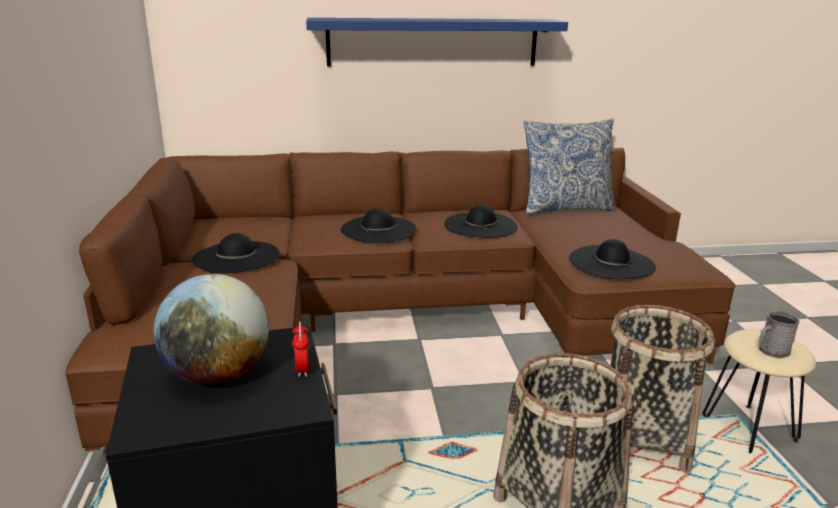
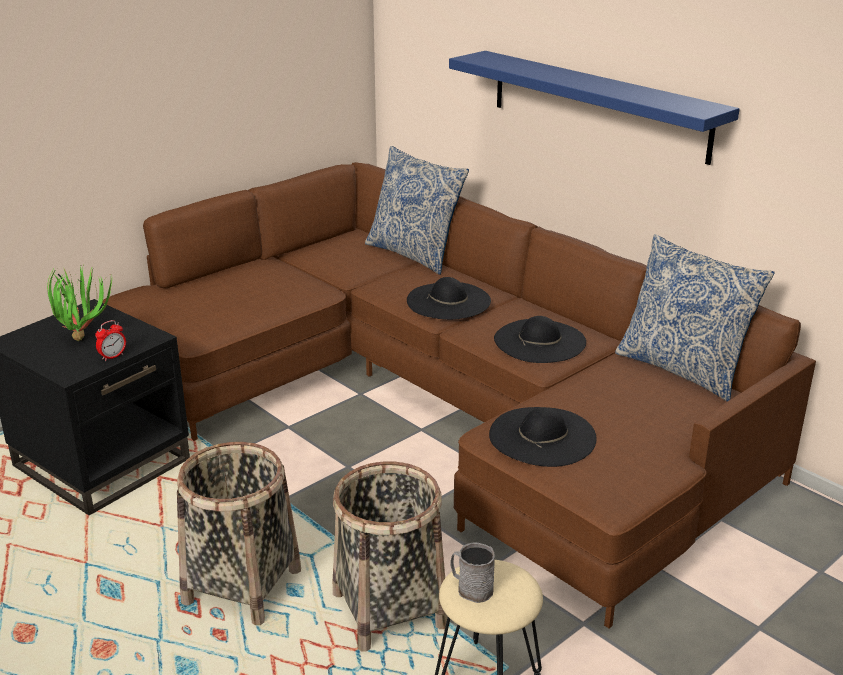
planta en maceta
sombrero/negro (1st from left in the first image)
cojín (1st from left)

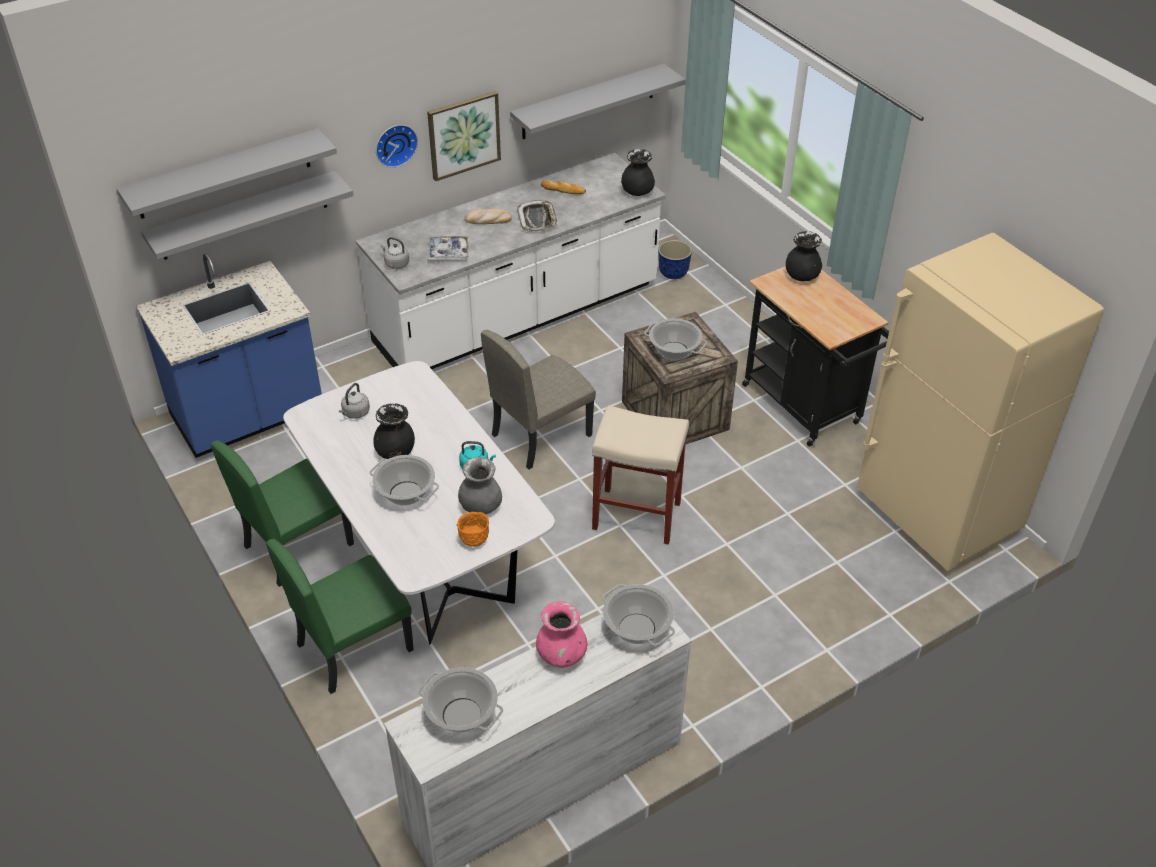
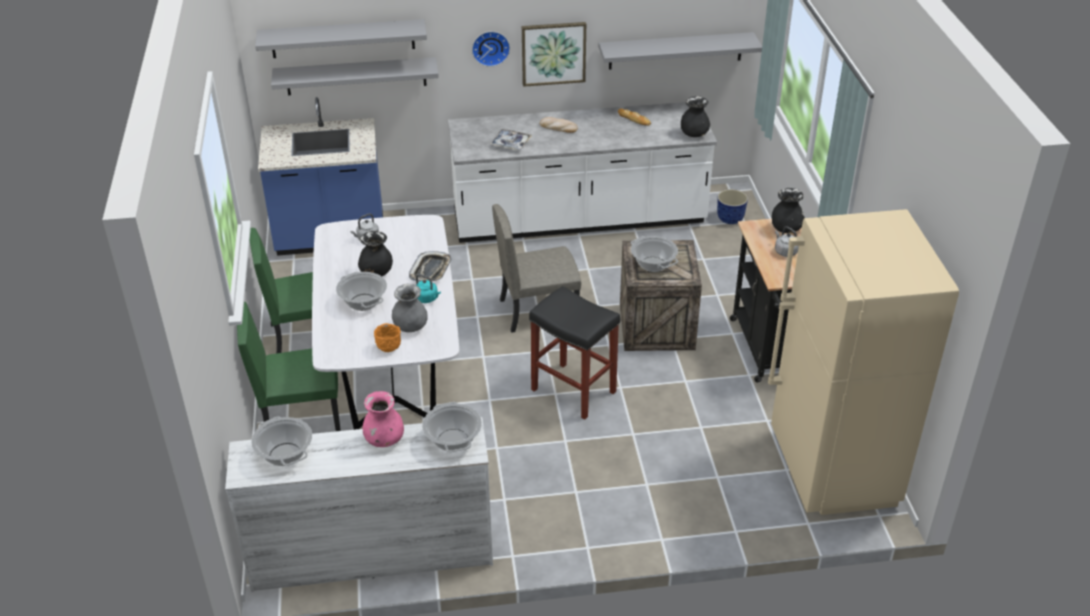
hervidor/gris (2nd from left)
bandeja (1st from left)
taburete/negro

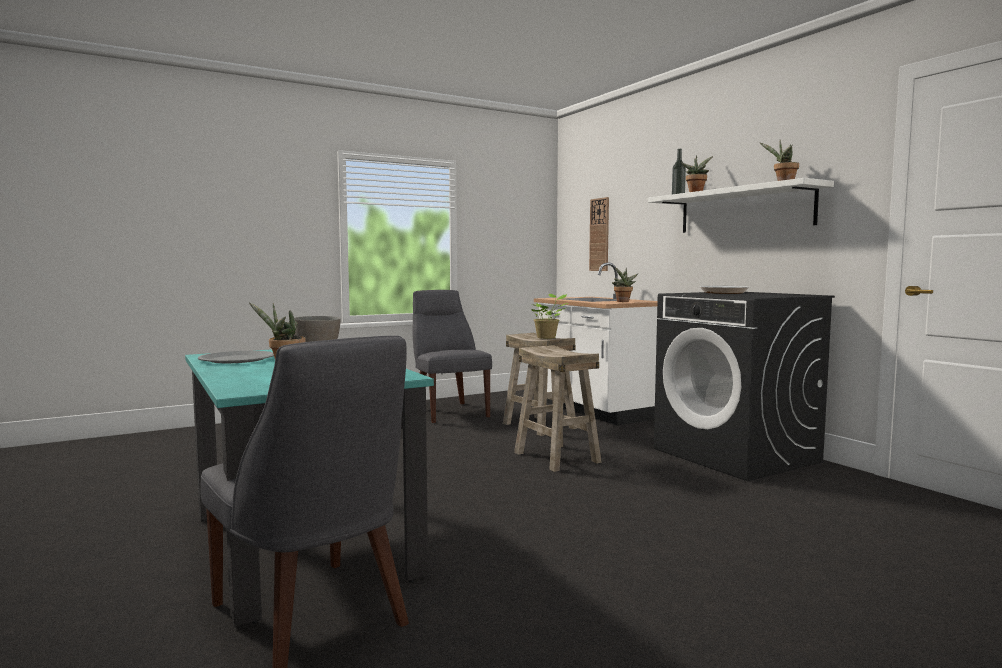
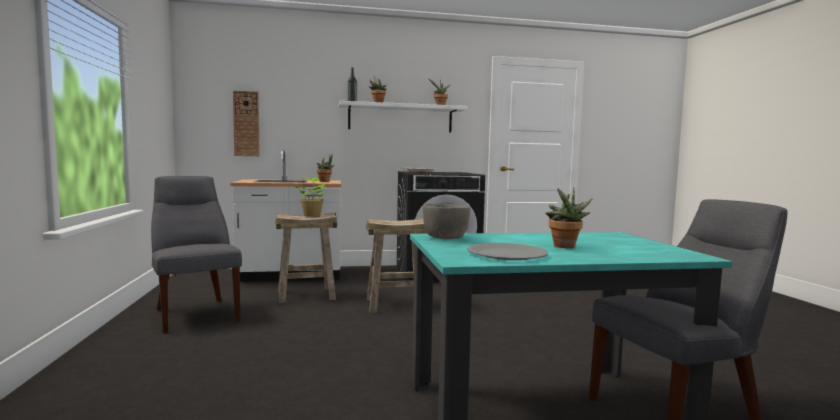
silla/gris (1st from left)

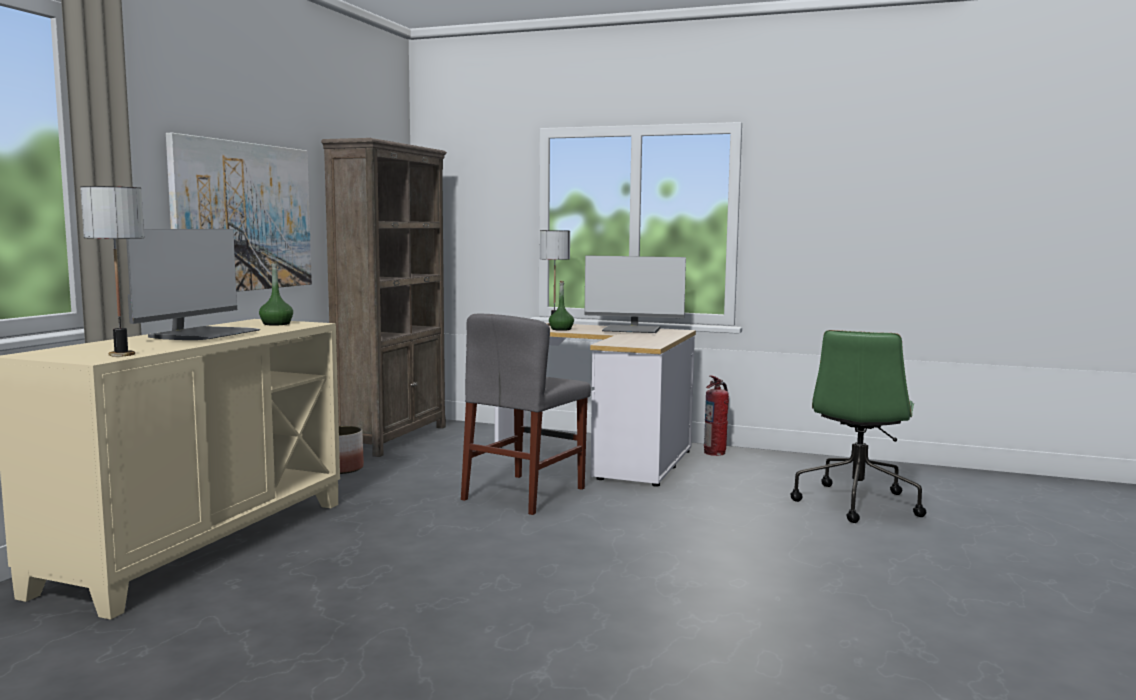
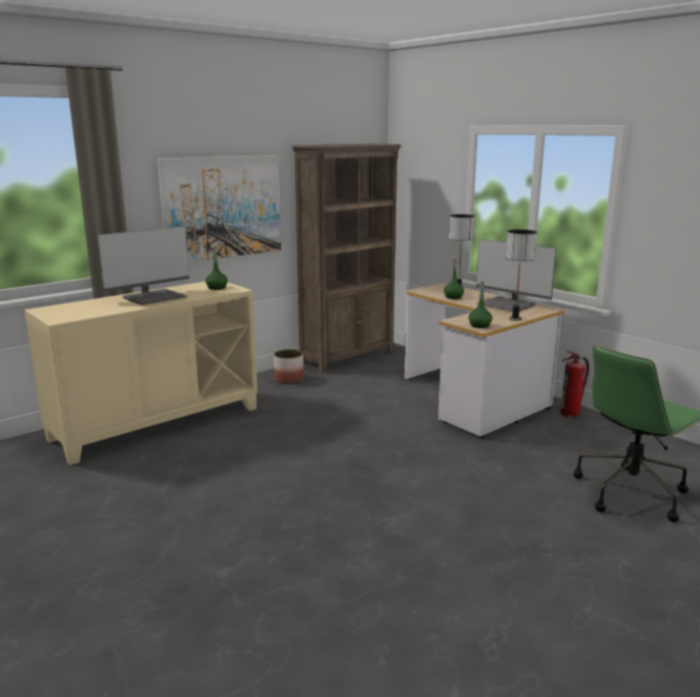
lámpara de mesa (2nd from left)
silla/gris
botella/verde (3rd from left)

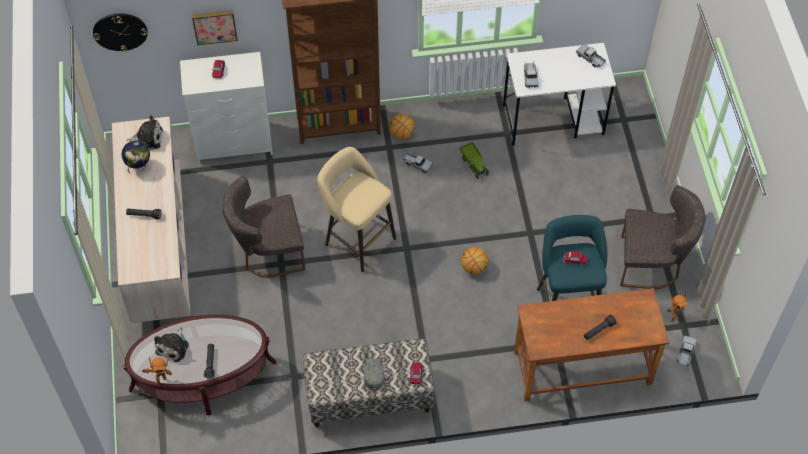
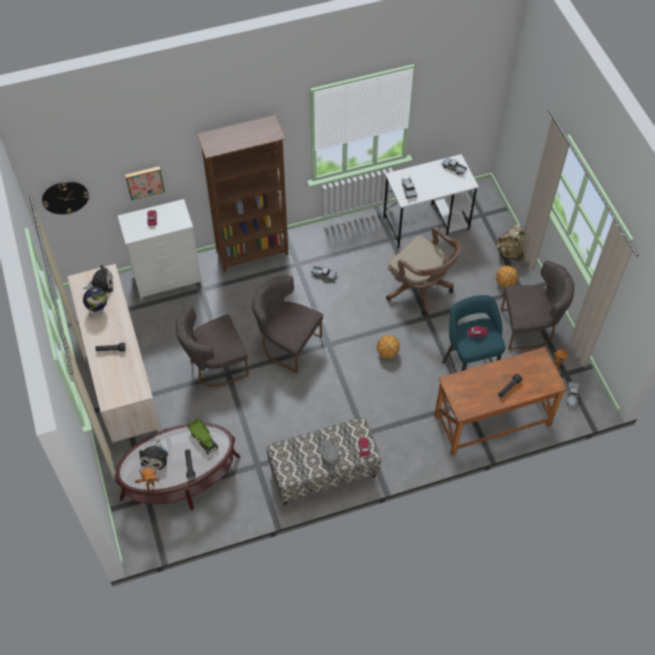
silla/gris (2nd from left)
balón de baloncesto (2nd from left)
camión de juguete (1st from left)
silla de oficina/marrón
mochila/beis

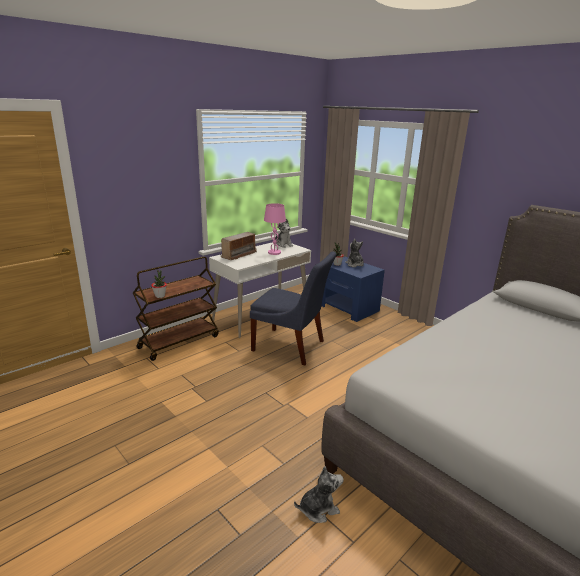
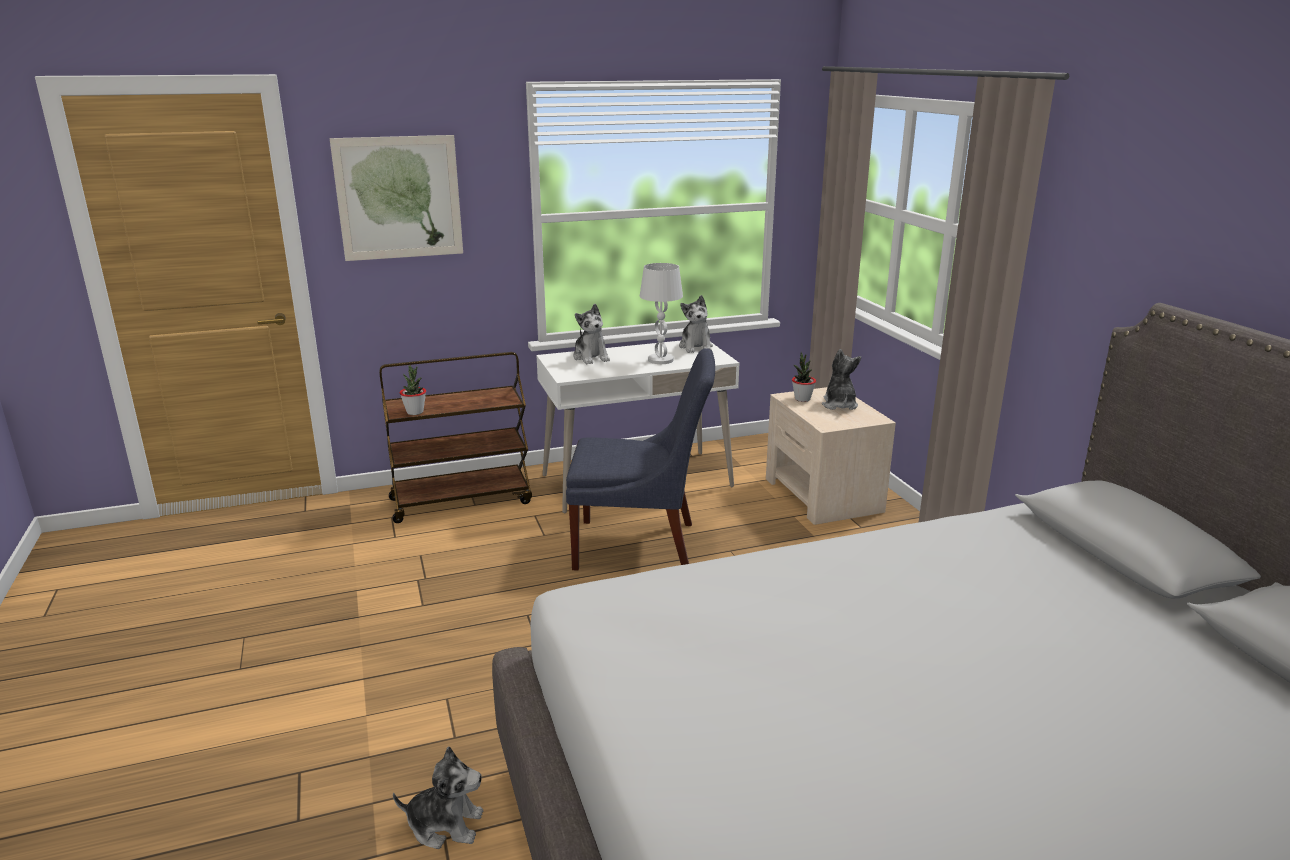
peluche (2nd from left)
silla/azul
lámpara de mesa/blanco
mesita de noche/beis
cuadro

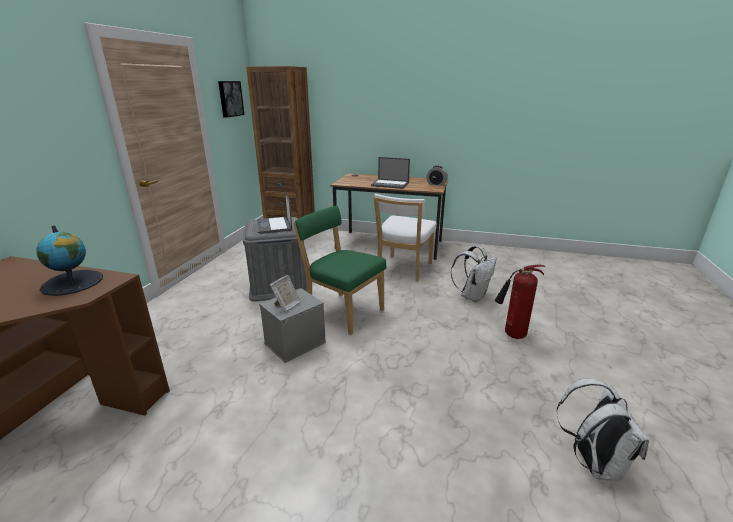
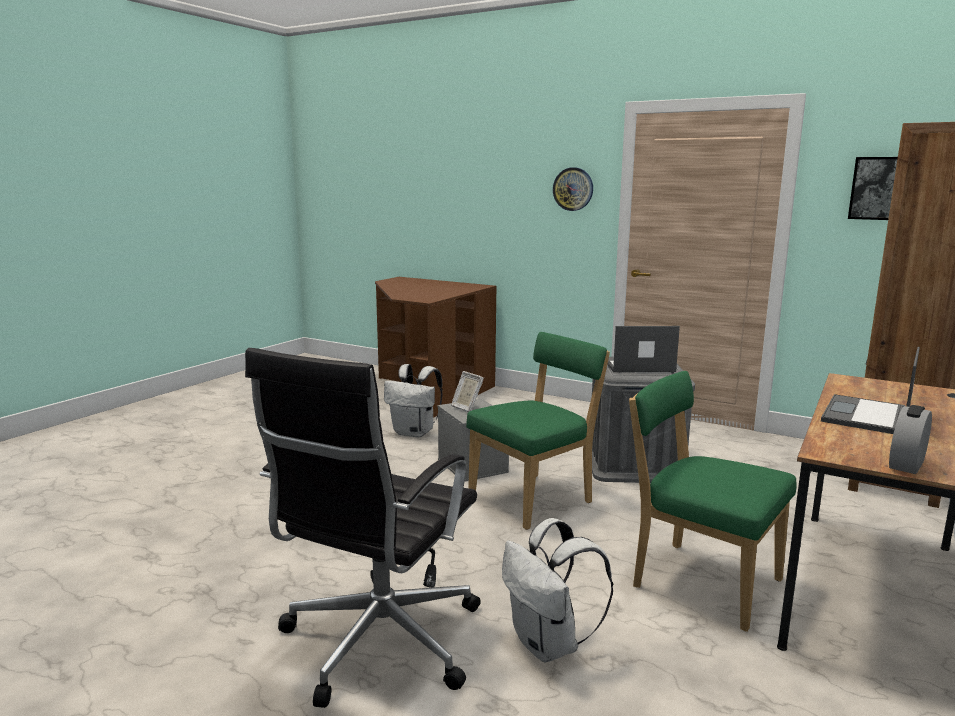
globo terráqueo
silla/verde (2nd from left)
silla de oficina/negro
mochila/blanco (1st from left)
reloj de pared

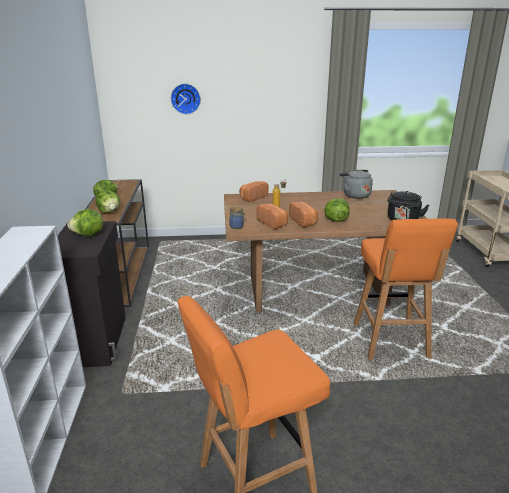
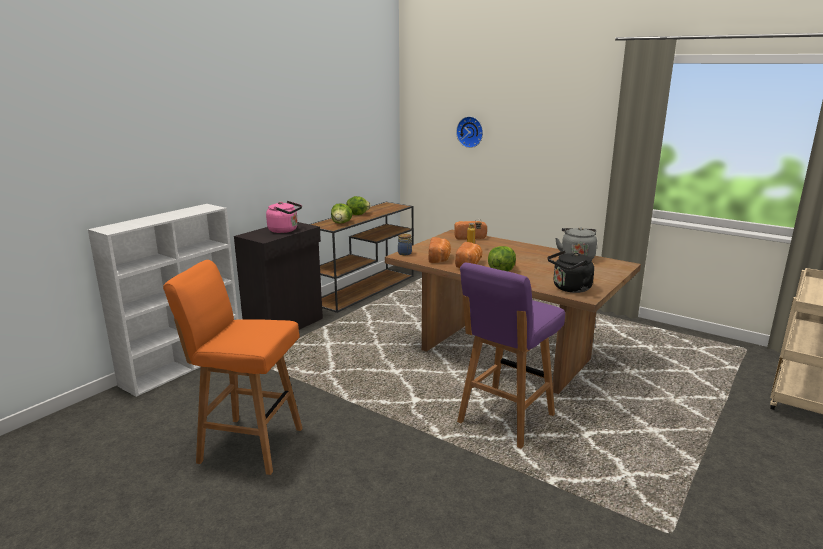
hervidor/rosa
taburete/morado

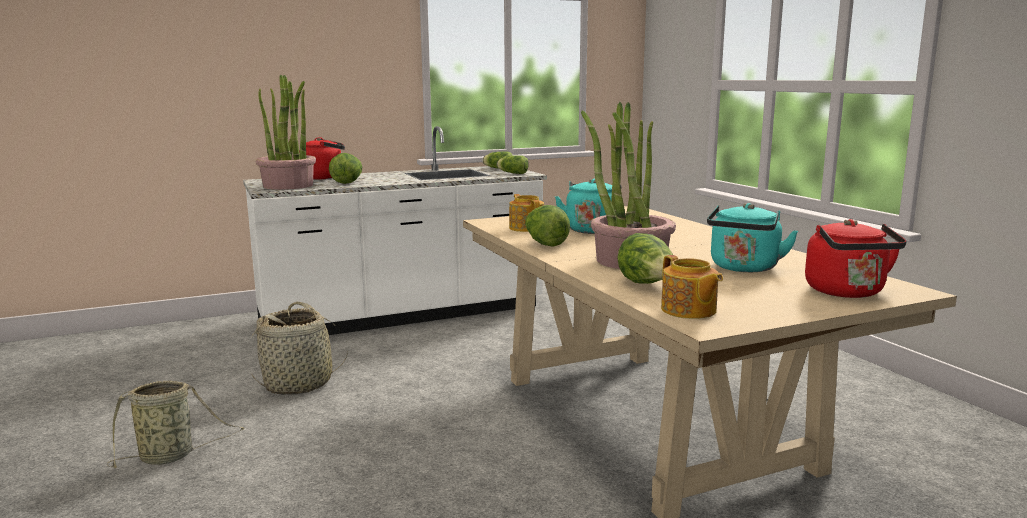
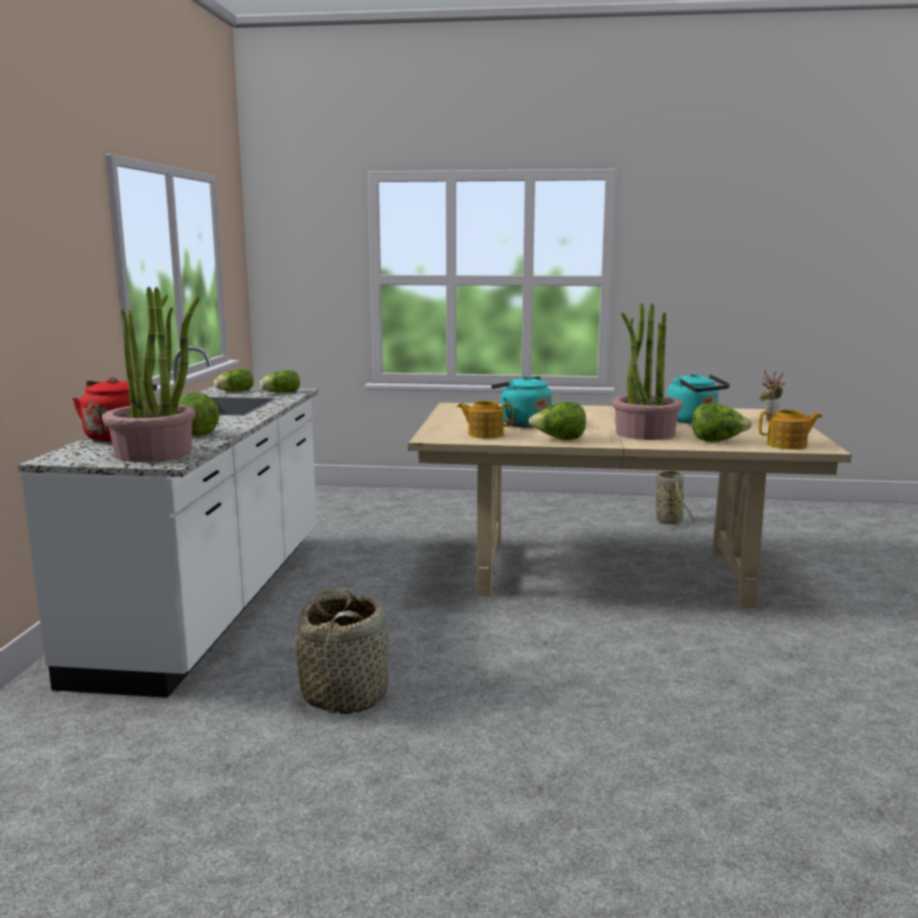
cesta (2nd from left)
planta en maceta (3rd from left)

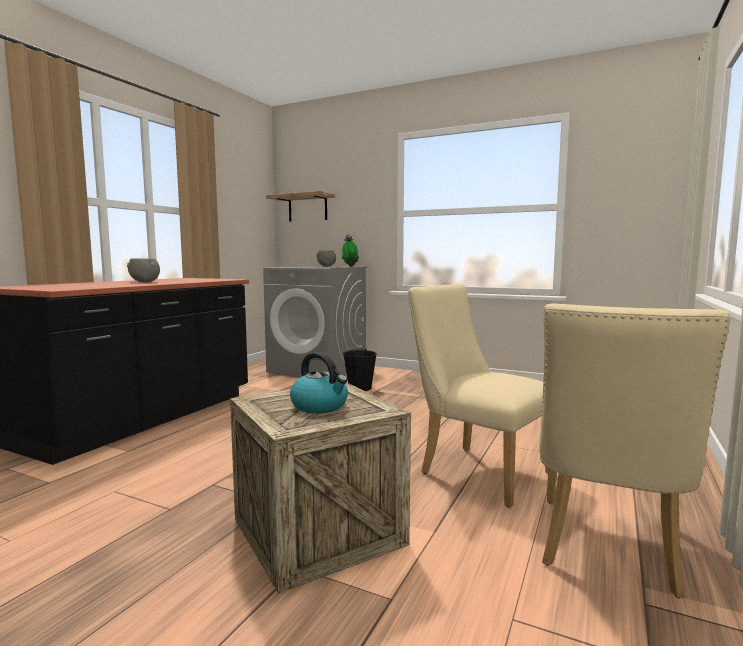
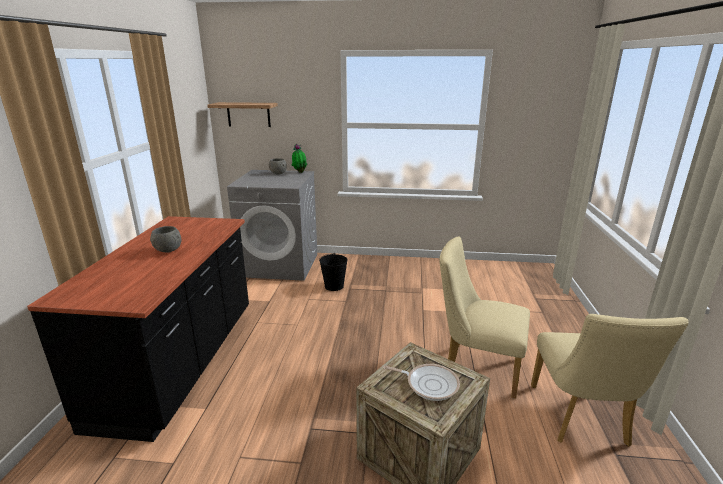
sartén

